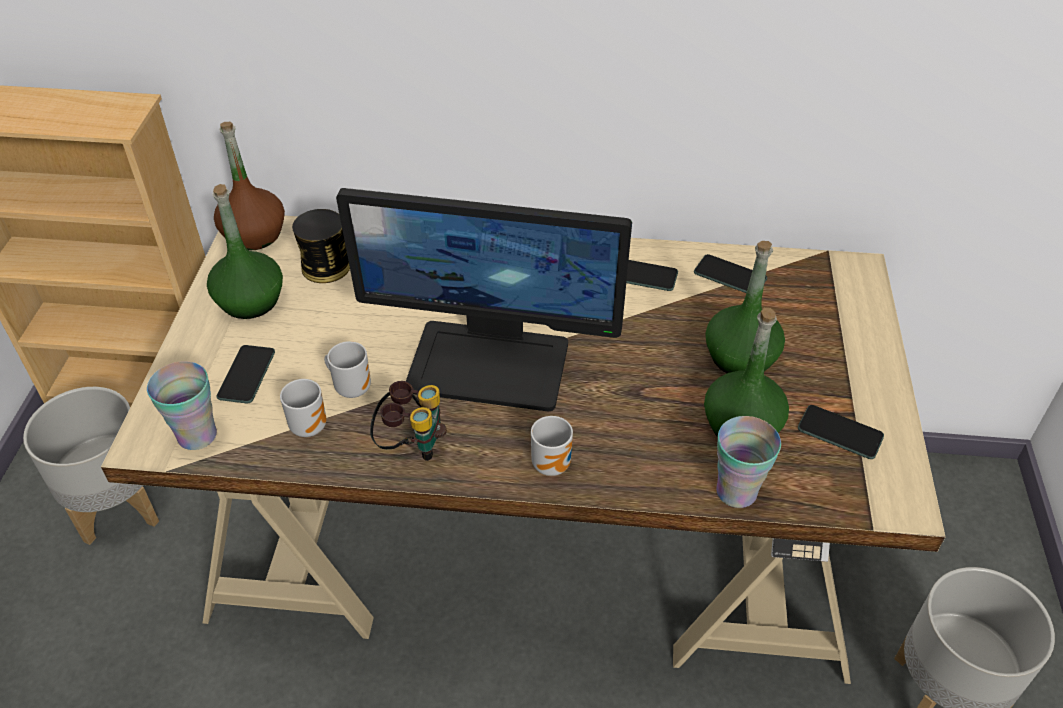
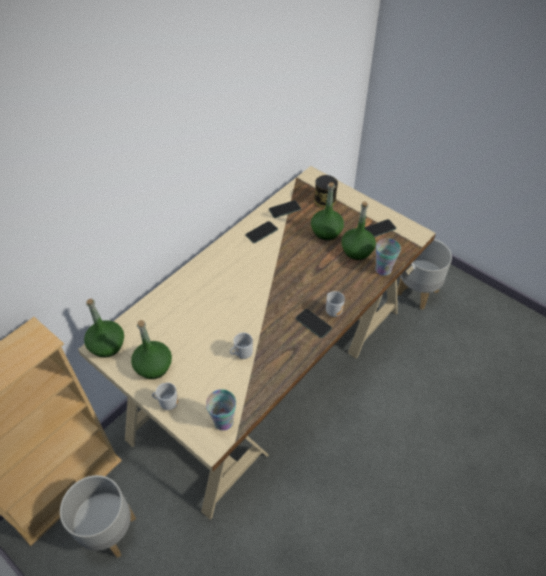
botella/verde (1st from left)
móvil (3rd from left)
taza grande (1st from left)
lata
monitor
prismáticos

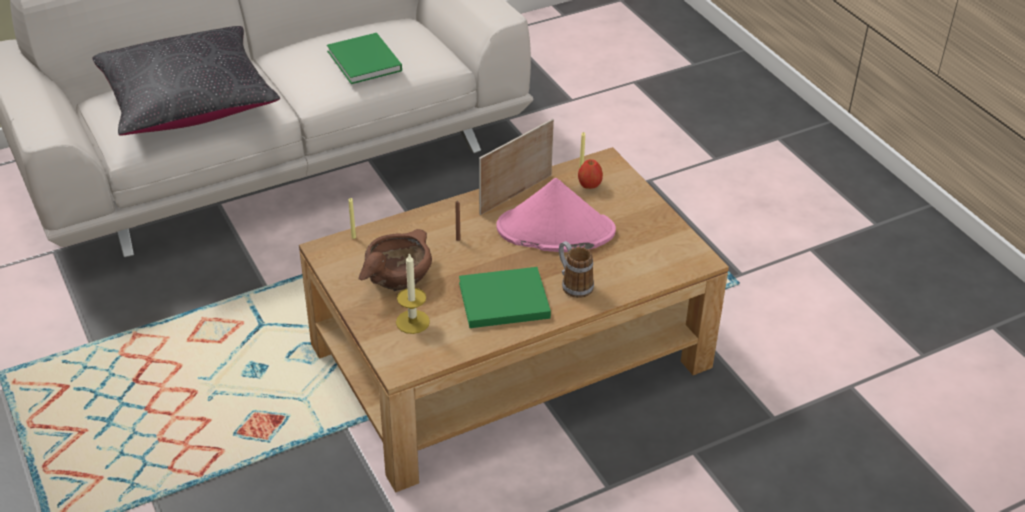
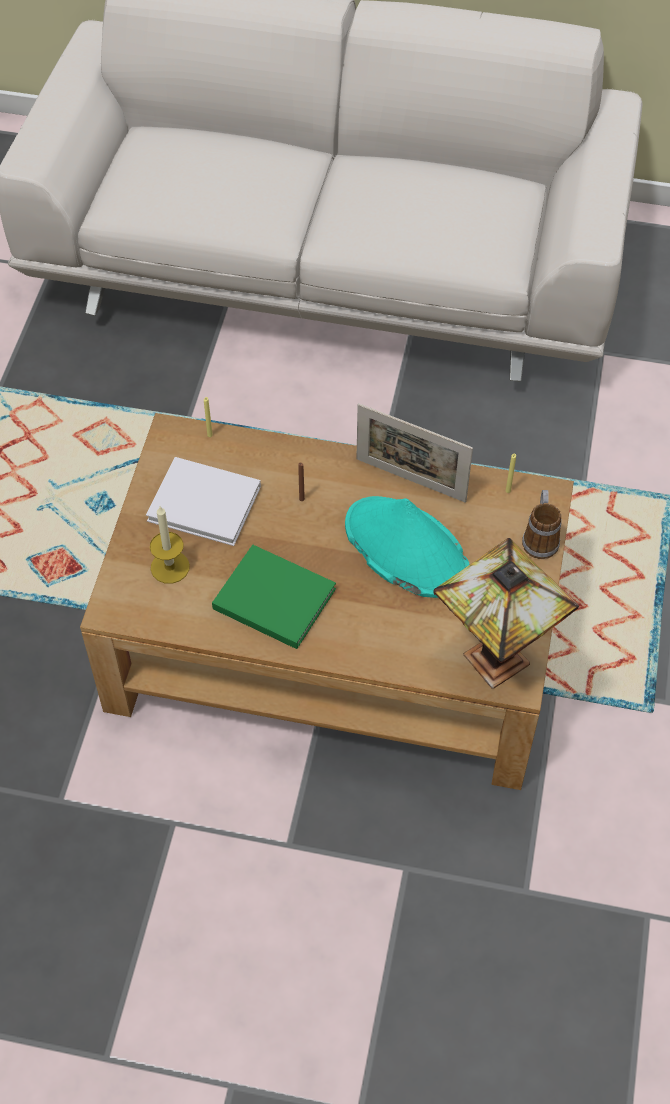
cojín/negro
libro/verde (1st from left in the first image)
libro/blanco
portarretratos
sombrero/turquesa
taza grande
manzana
lámpara de mesa

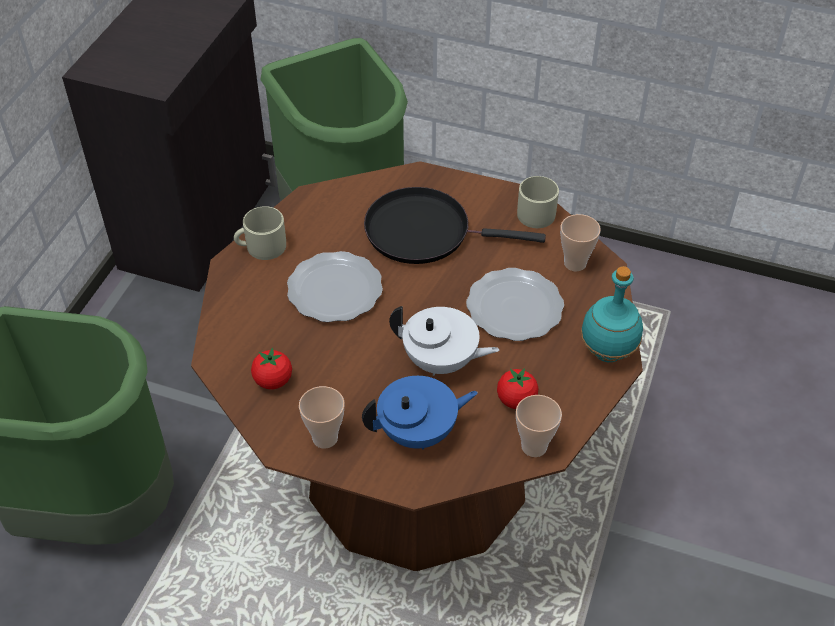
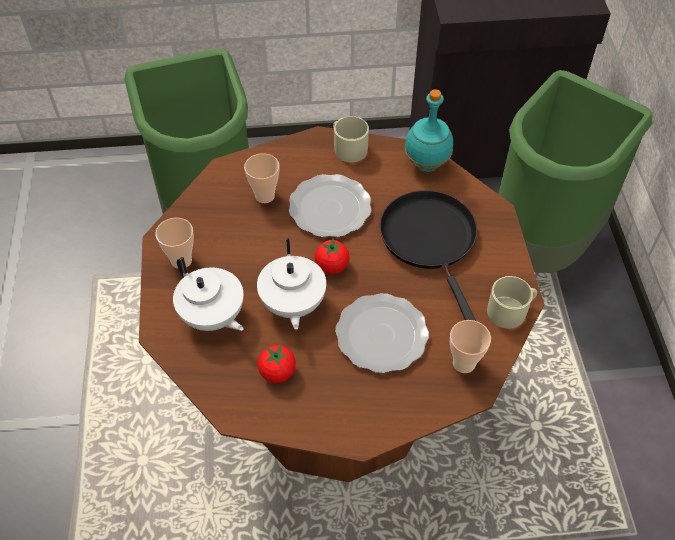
tomate (2nd from left)
tetera/blanco (1st from left)
taza (2nd from left)
botella/turquesa

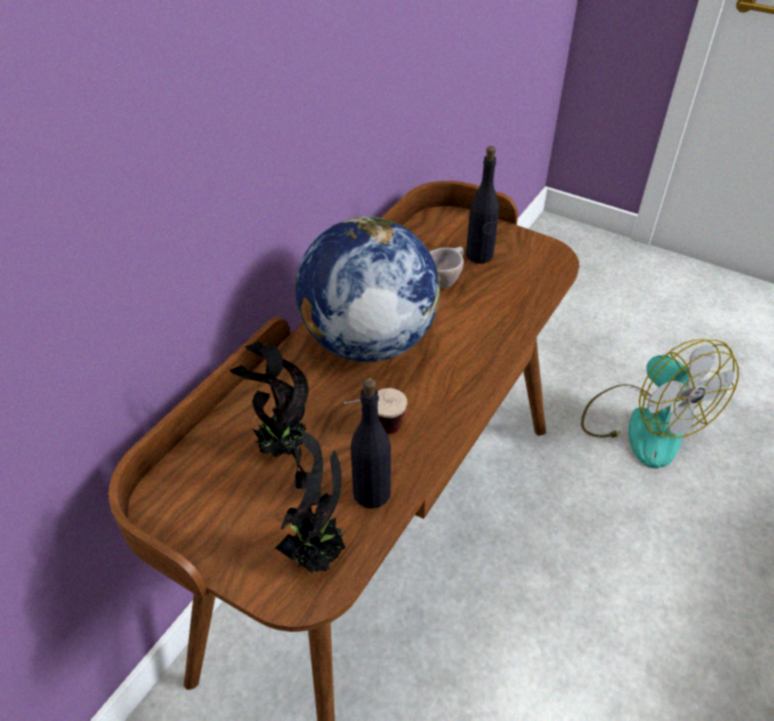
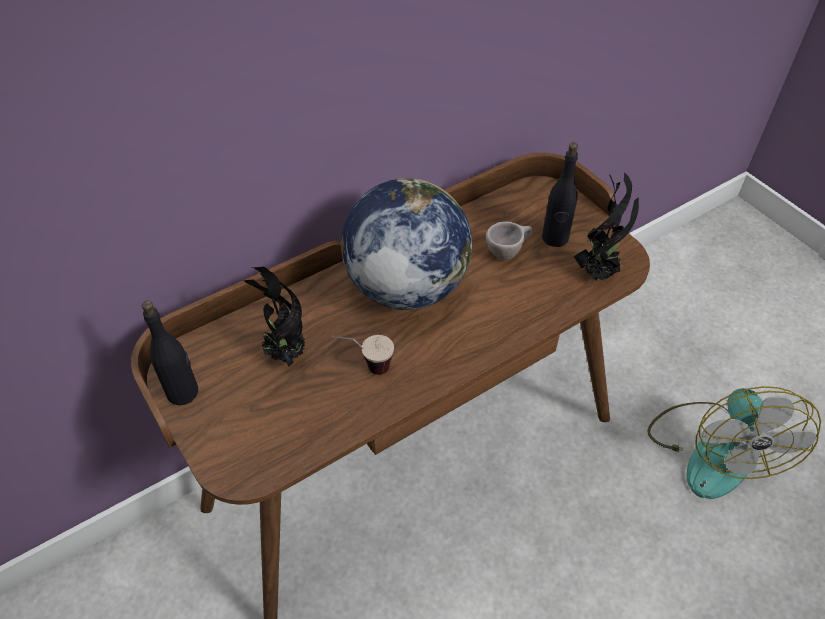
planta en maceta (2nd from left)
botella/negro (1st from left)

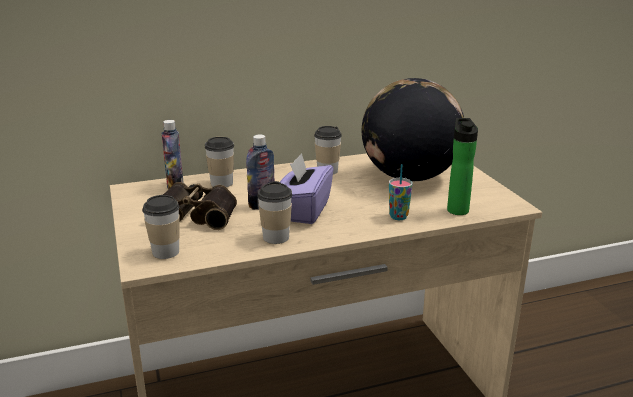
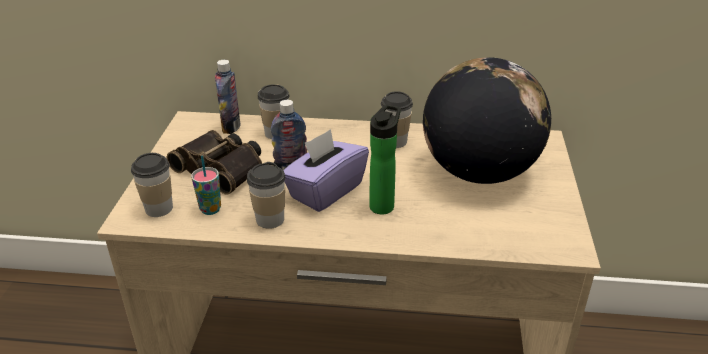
taza (2nd from left)
botella (3rd from left)

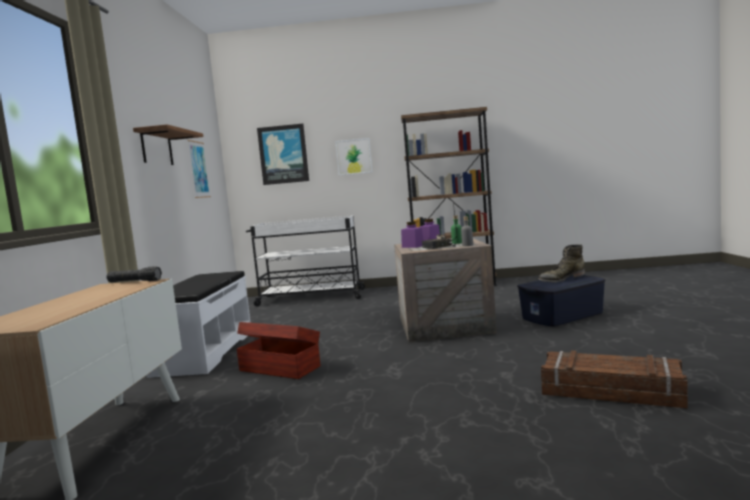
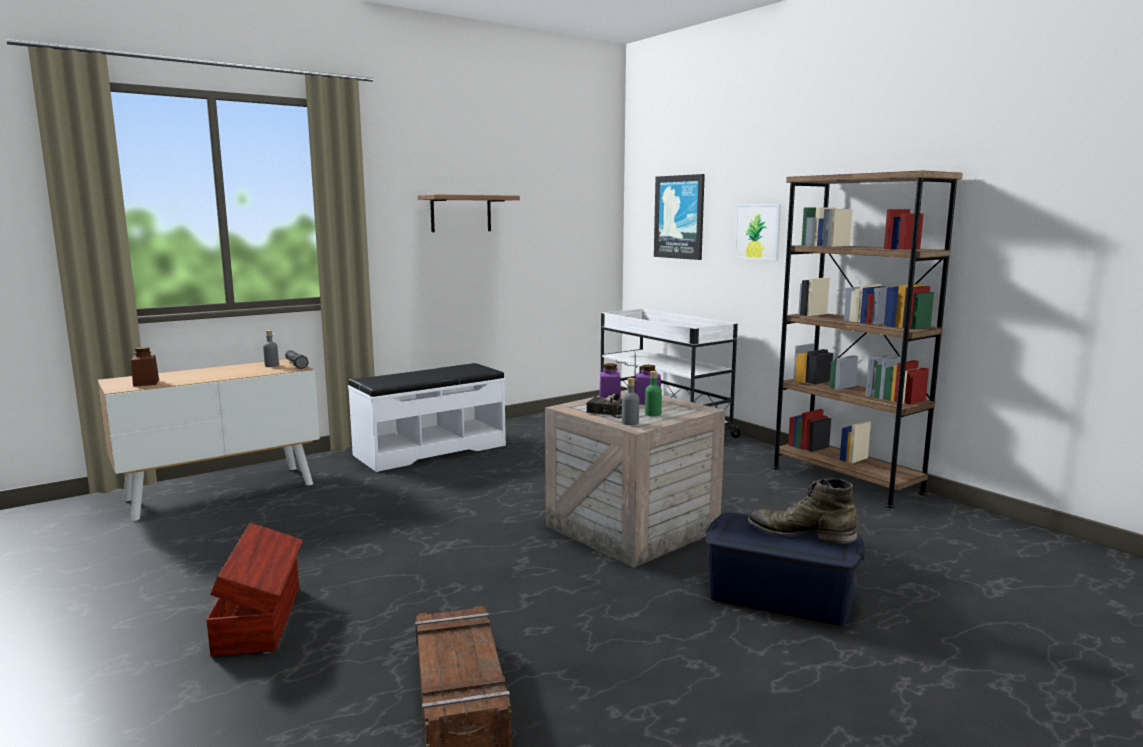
cuadro (1st from left in the first image)
caja de almacenaje/marrón
tarro/marrón
botella/gris (1st from left)

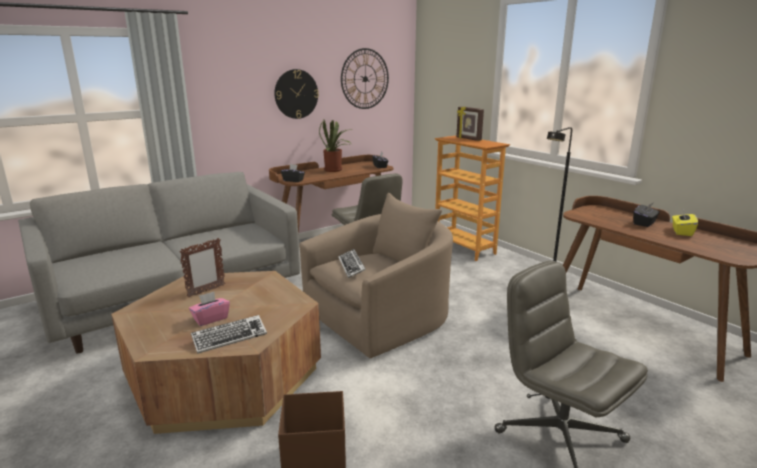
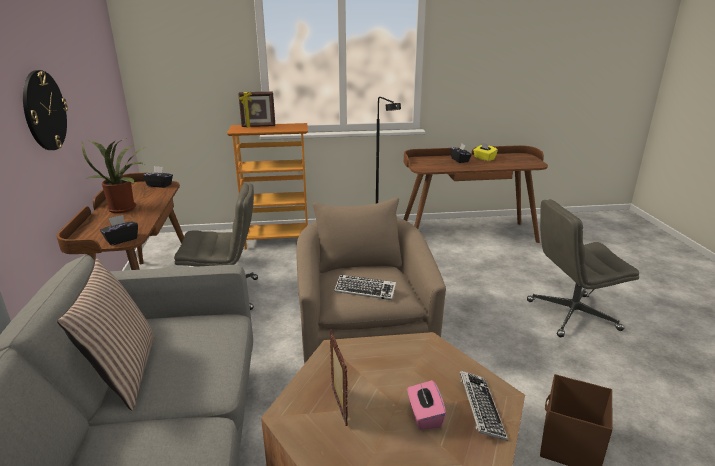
reloj de pared (2nd from left in the first image)
cojín

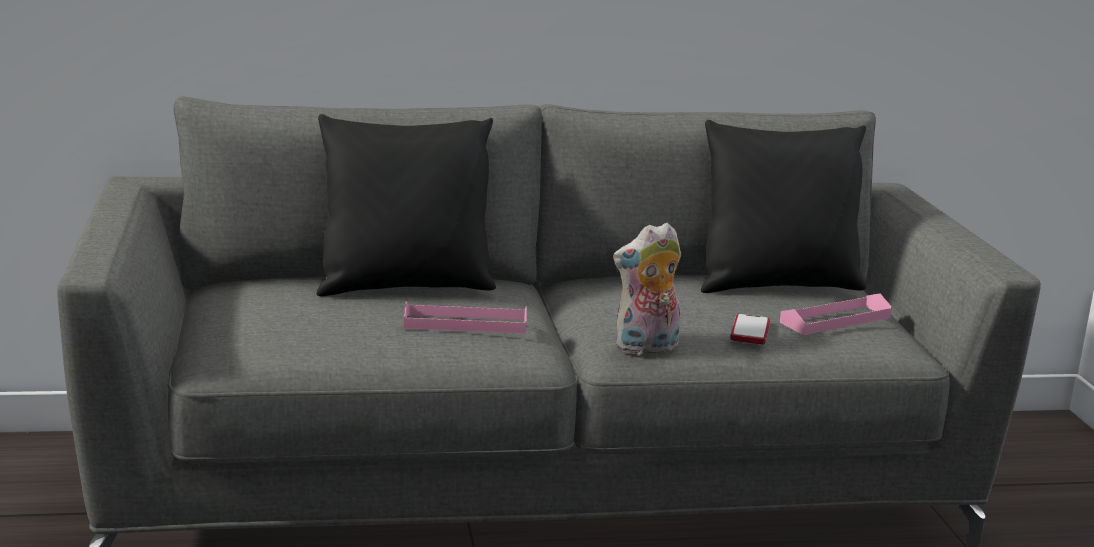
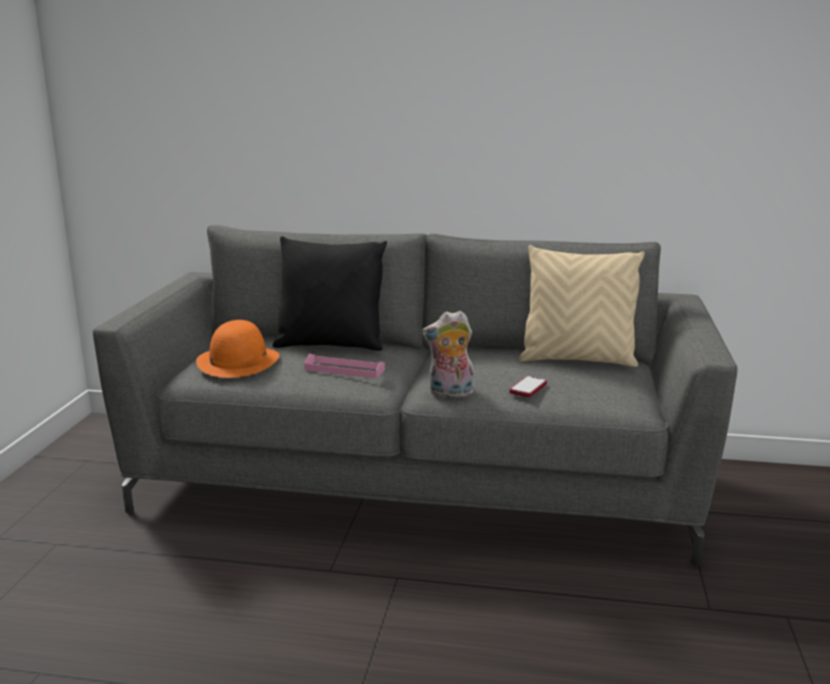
cojín/beis
bandeja/rosa (2nd from left in the first image)
sombrero/naranja

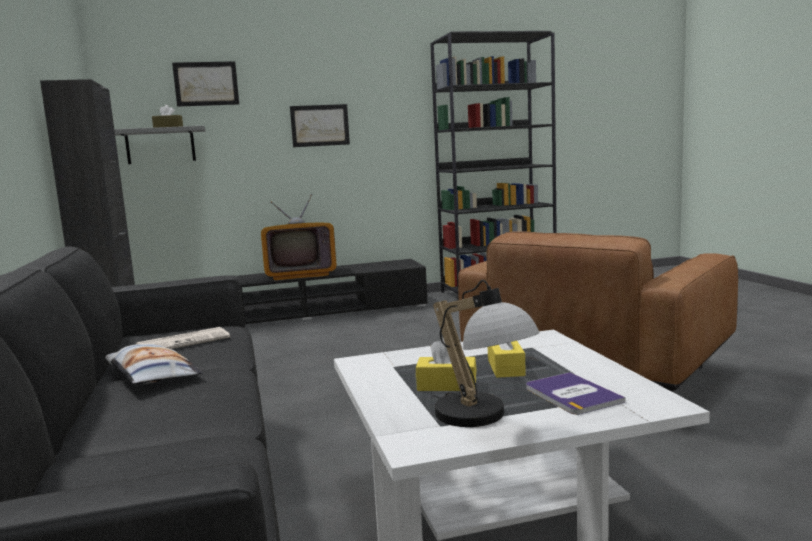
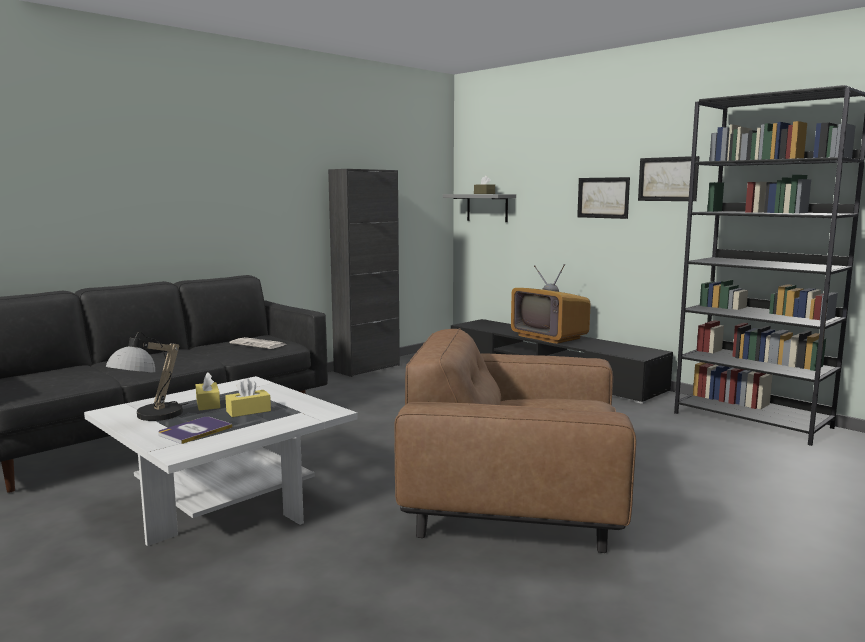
cojín
cuadro (2nd from left)

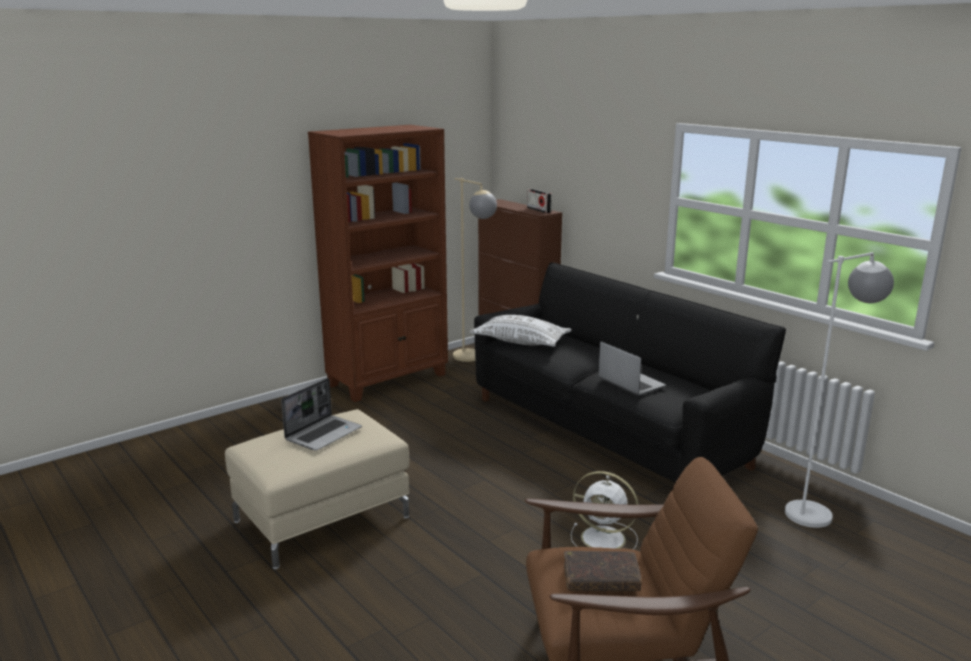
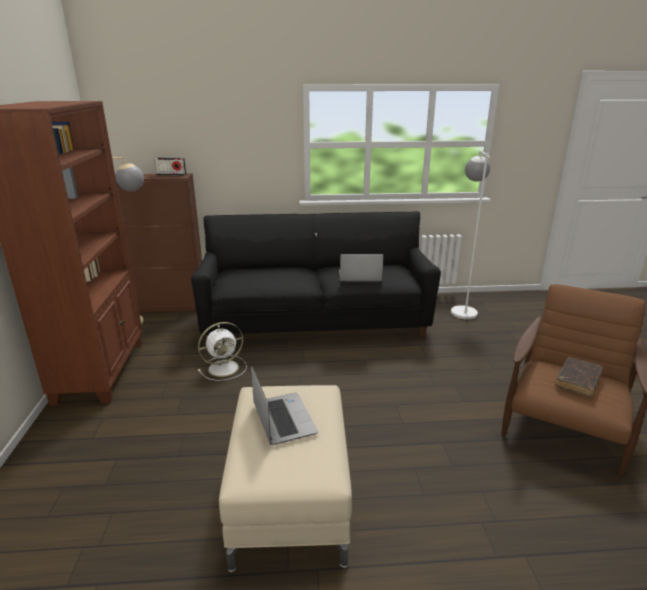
cojín/blanco
ventilador/blanco

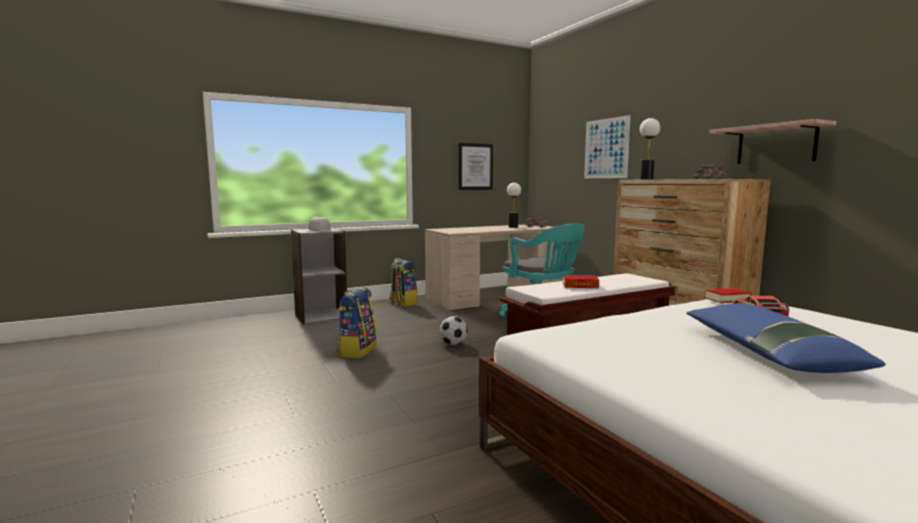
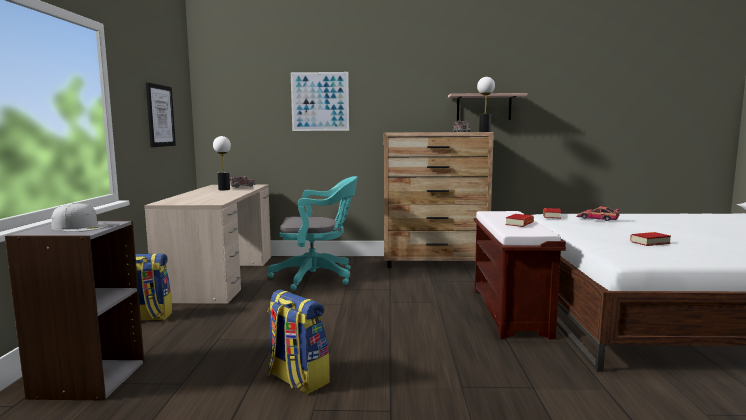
balón de fútbol
lámpara de mesa (2nd from left)
cojín/azul
libro (3rd from left)

